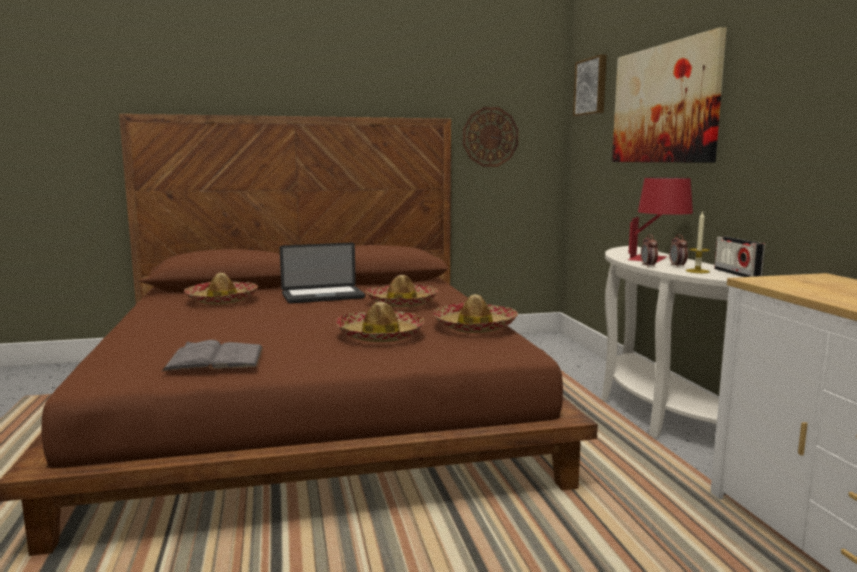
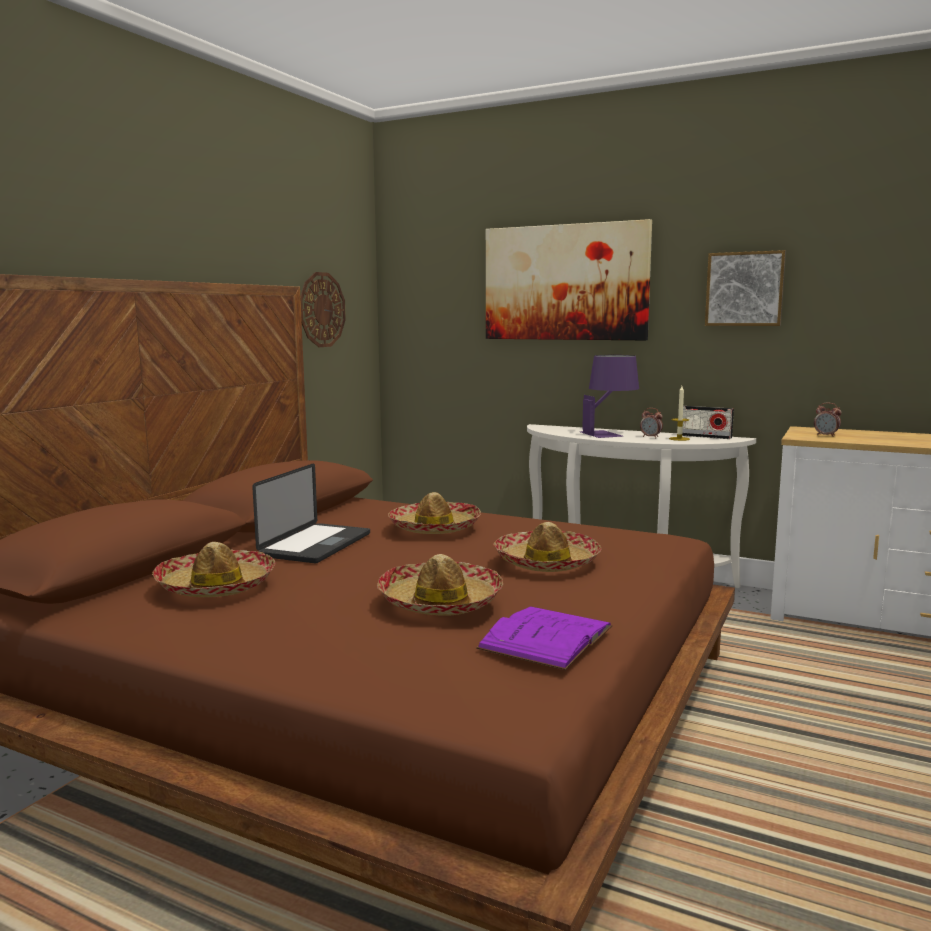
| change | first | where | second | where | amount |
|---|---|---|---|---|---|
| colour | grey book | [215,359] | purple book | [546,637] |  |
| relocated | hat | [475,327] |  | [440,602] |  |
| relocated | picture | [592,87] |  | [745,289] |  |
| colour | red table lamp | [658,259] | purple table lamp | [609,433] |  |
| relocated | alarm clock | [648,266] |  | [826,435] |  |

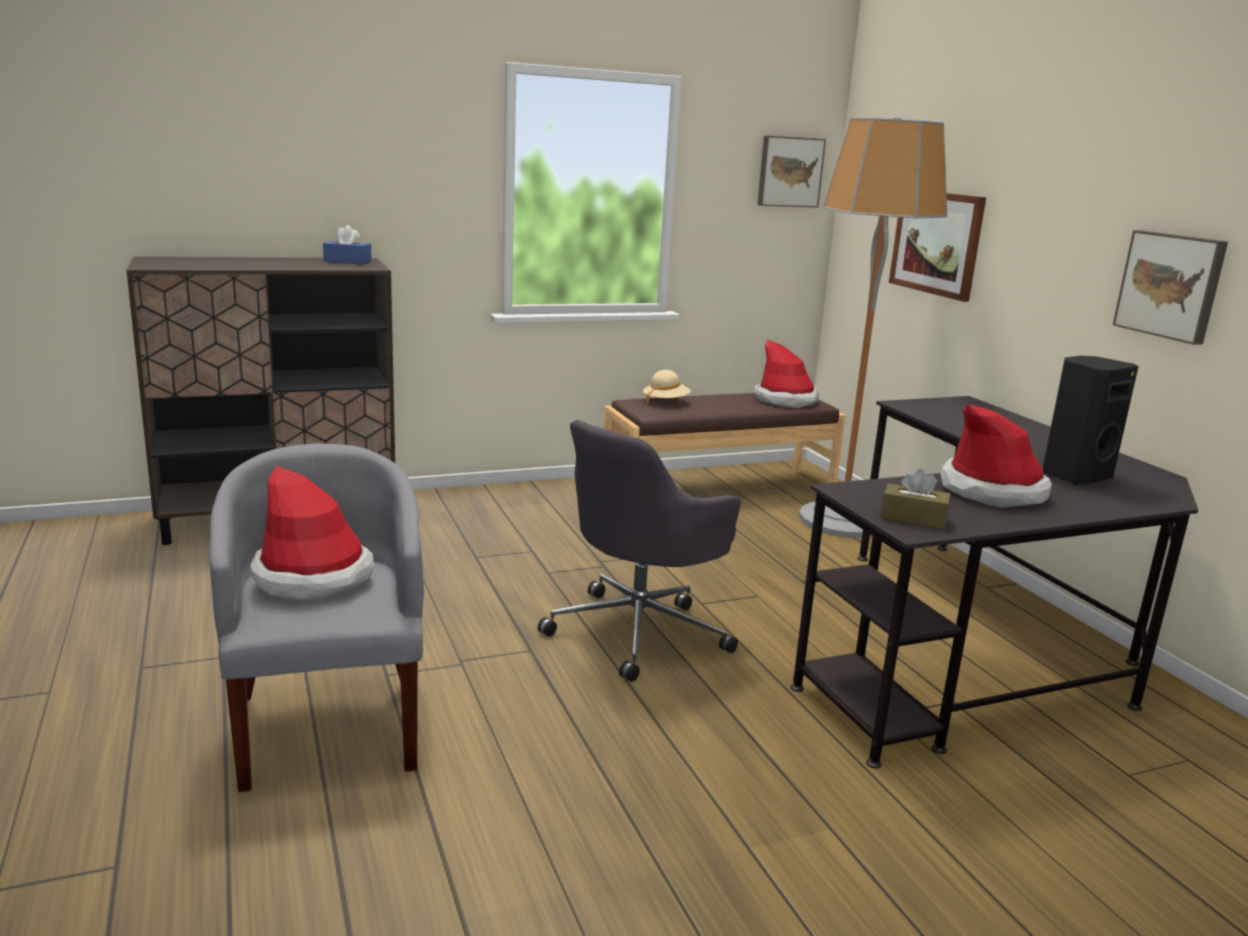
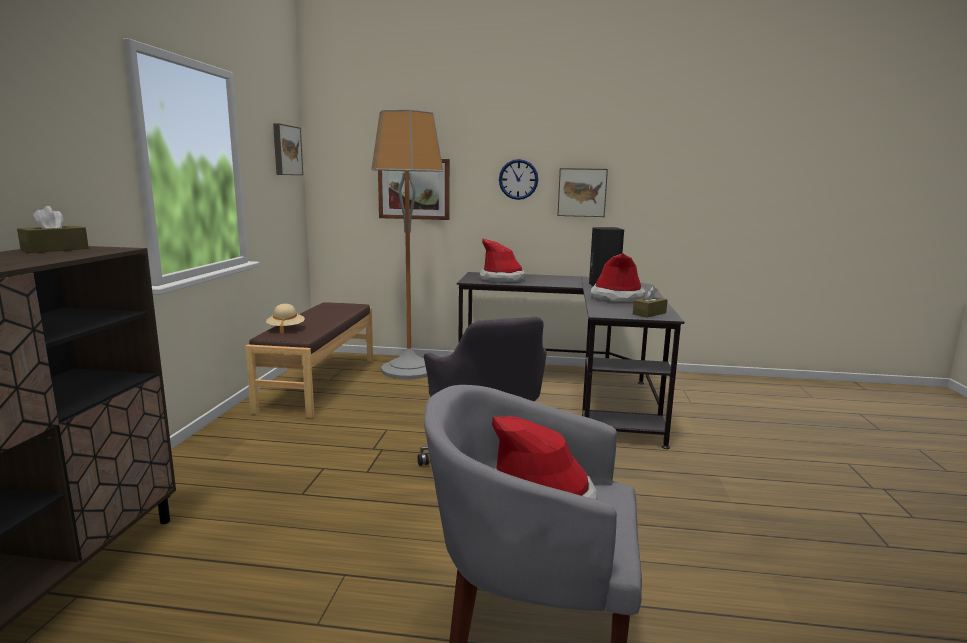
| change | first | where | second | where | amount |
|---|---|---|---|---|---|
| colour | blue tissue box | [347,261] | brown tissue box | [55,249] |  |
| relocated | hat | [785,400] |  | [502,279] |  |
| appeared |  |  | wall clock | [518,179] |  |

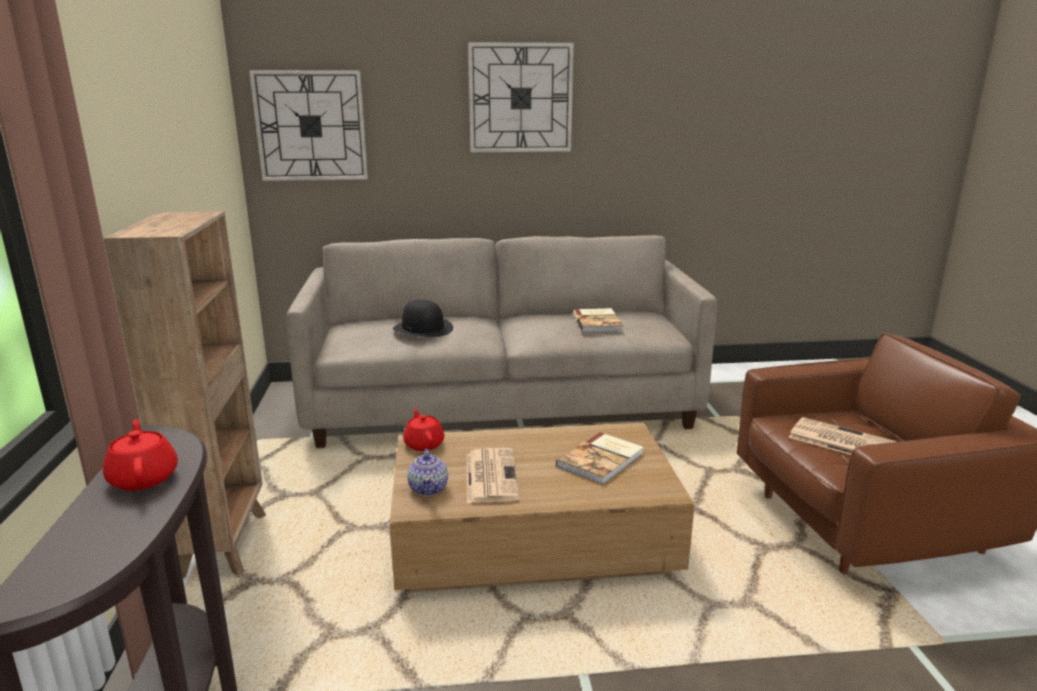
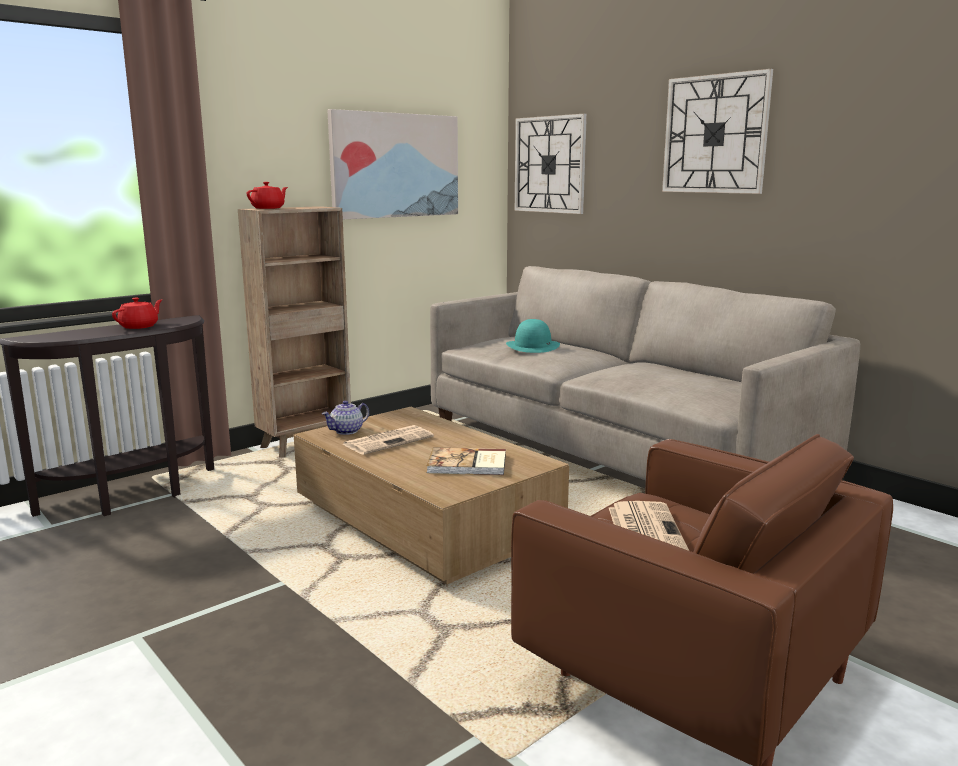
| change | first | where | second | where | amount |
|---|---|---|---|---|---|
| colour | black hat | [423,328] | turquoise hat | [533,346] |  |
| relocated | red teapot | [424,444] |  | [268,208] |  |
| missing | book | [598,322] |  |  |  |
| appeared |  |  | picture | [395,165] |  |

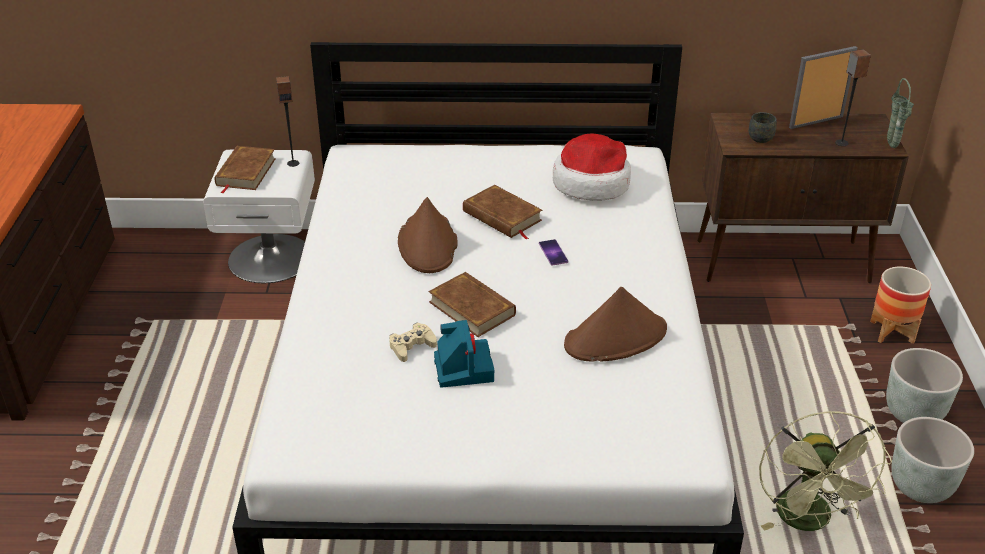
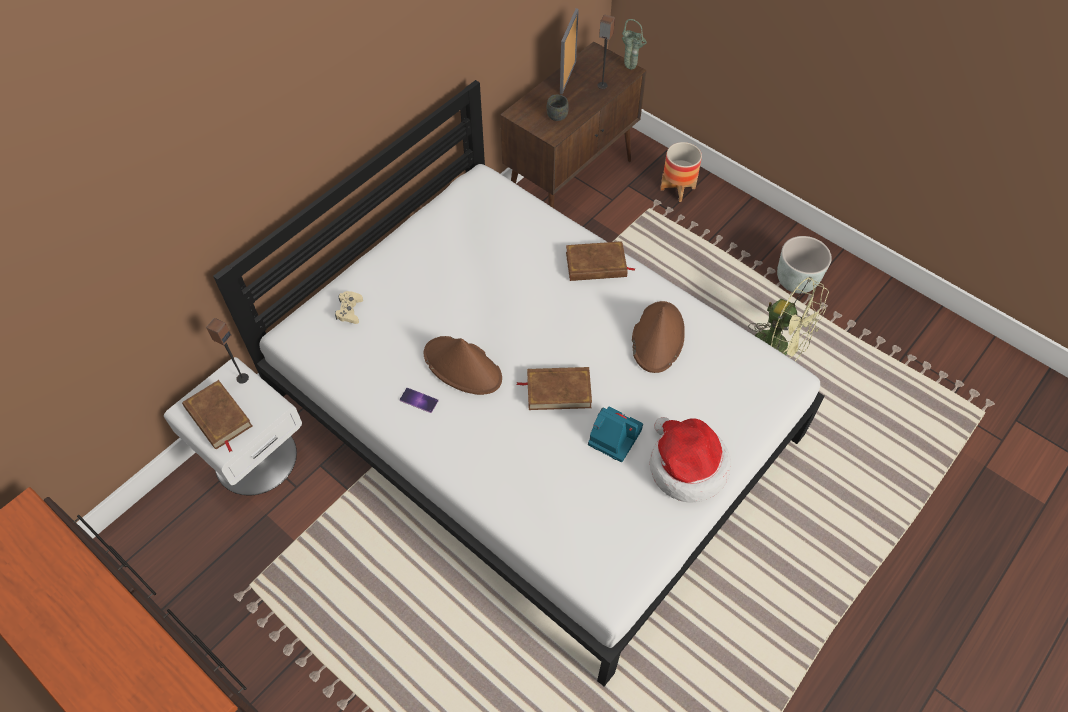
| change | first | where | second | where | amount |
|---|---|---|---|---|---|
| relocated | beige game controller | [412,346] |  | [349,310] |  |
| relocated | brown book | [502,216] |  | [596,265] |  |
| relocated | phone | [553,252] |  | [419,400] |  |
| relocated | hat | [591,183] |  | [685,466] |  |
| missing | grey planter | [913,414] |  |  |  |

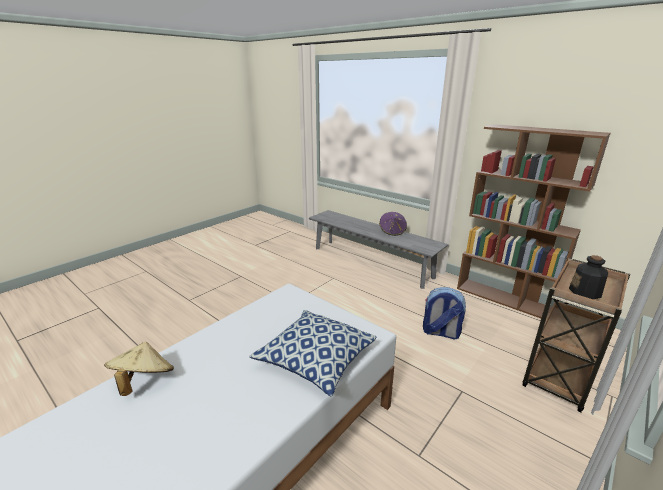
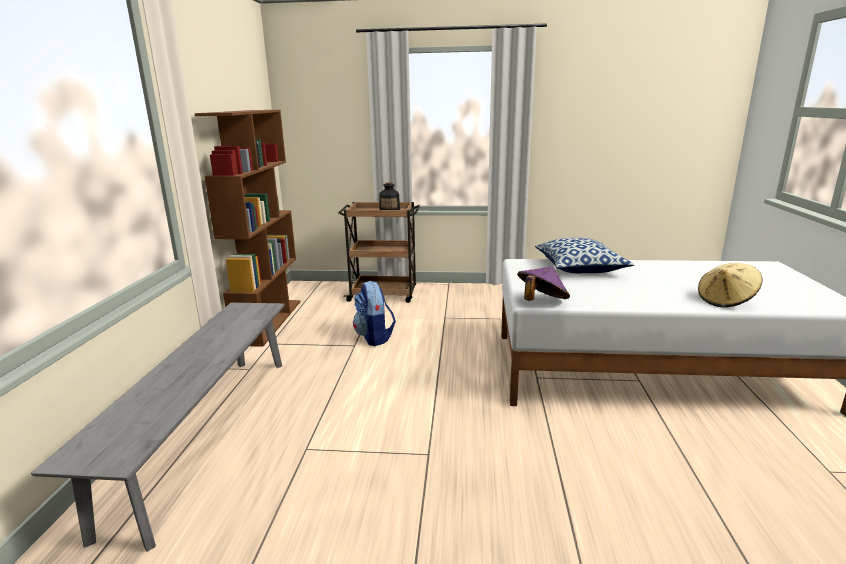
| change | first | where | second | where | amount |
|---|---|---|---|---|---|
| relocated | purple hat | [392,231] |  | [541,302] |  |

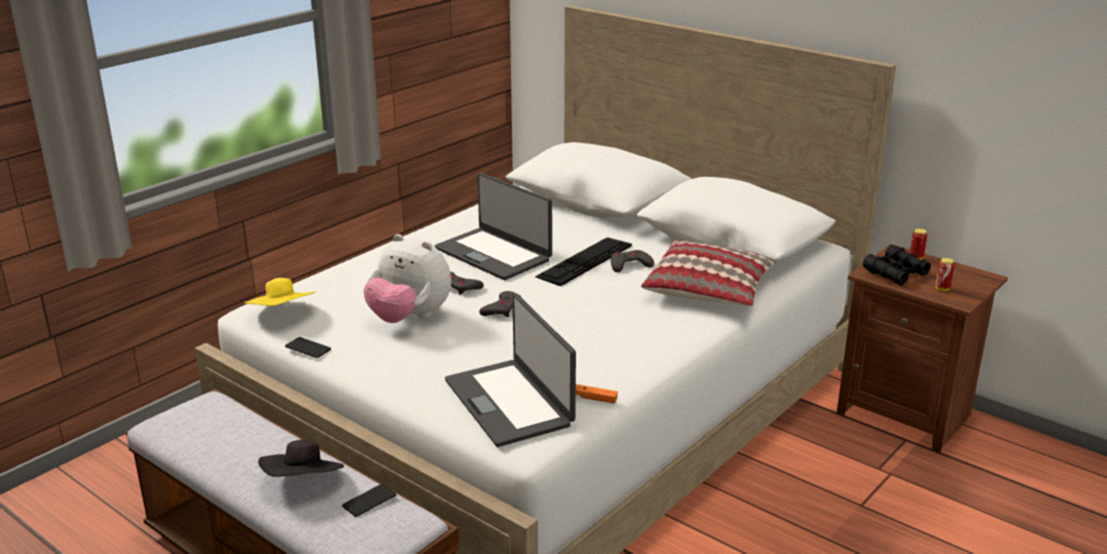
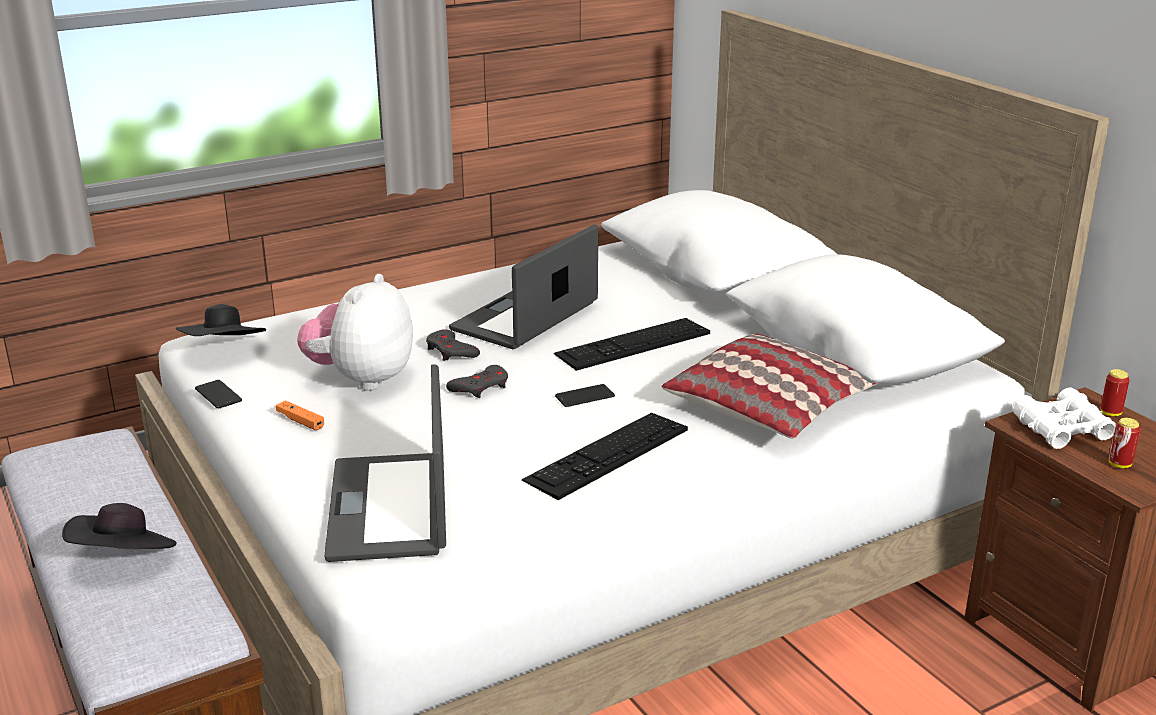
| change | first | where | second | where | amount |
|---|---|---|---|---|---|
| colour | yellow hat | [283,315] | black hat | [225,351] |  |
| relocated | phone | [369,501] |  | [585,396] |  |
| spun | plush toy | [409,318] |  | [361,379] | 60 degrees clockwise |
| spun | laptop | [494,254] |  | [527,317] | 60 degrees clockwise |
| relocated | orange game controller | [593,398] |  | [300,421] |  |
| missing | grey game controller | [629,265] |  |  |  |
| colour | black binoculars | [895,273] | white binoculars | [1062,429] |  |
| appeared |  |  | keyboard | [607,454] |  |

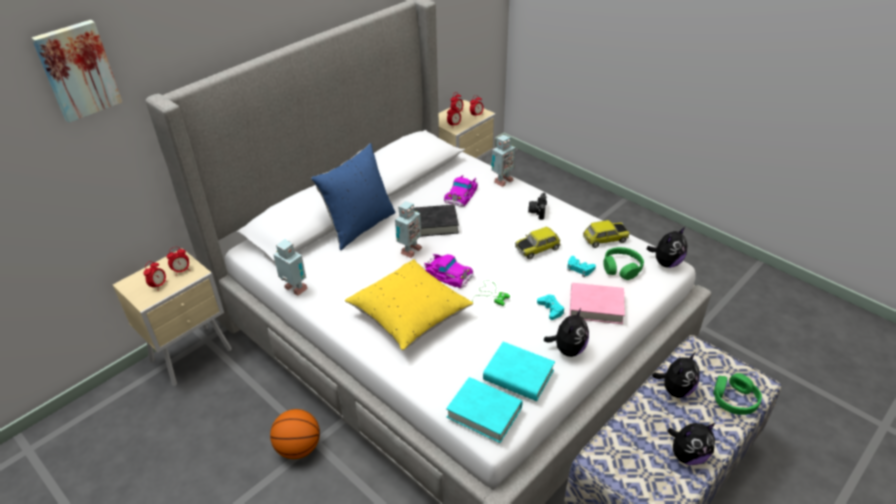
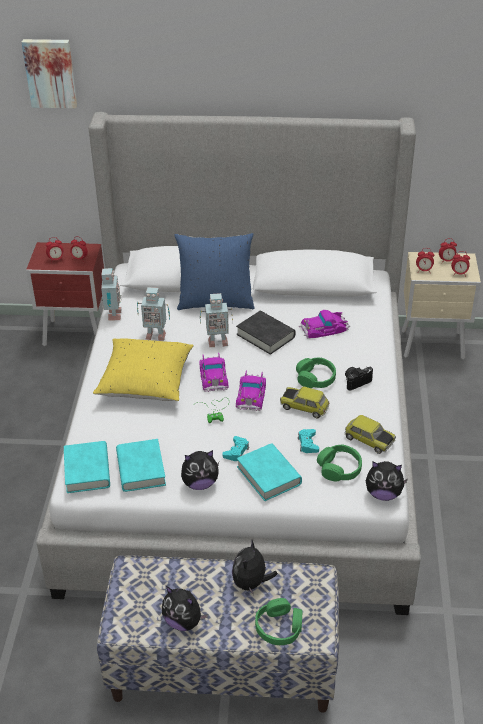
| change | first | where | second | where | amount |
|---|---|---|---|---|---|
| colour | beige nightstand | [193,355] | red nightstand | [77,335] |  |
| missing | basketball | [298,448] |  |  |  |
| relocated | toy robot | [502,181] |  | [155,335] |  |
| colour | pink book | [596,306] | turquoise book | [269,475] |  |
| spun | plush toy | [675,389] |  | [251,583] | 105 degrees clockwise |
| appeared |  |  | toy car | [251,394] |  |
| appeared |  |  | green headphones | [315,378] |  |

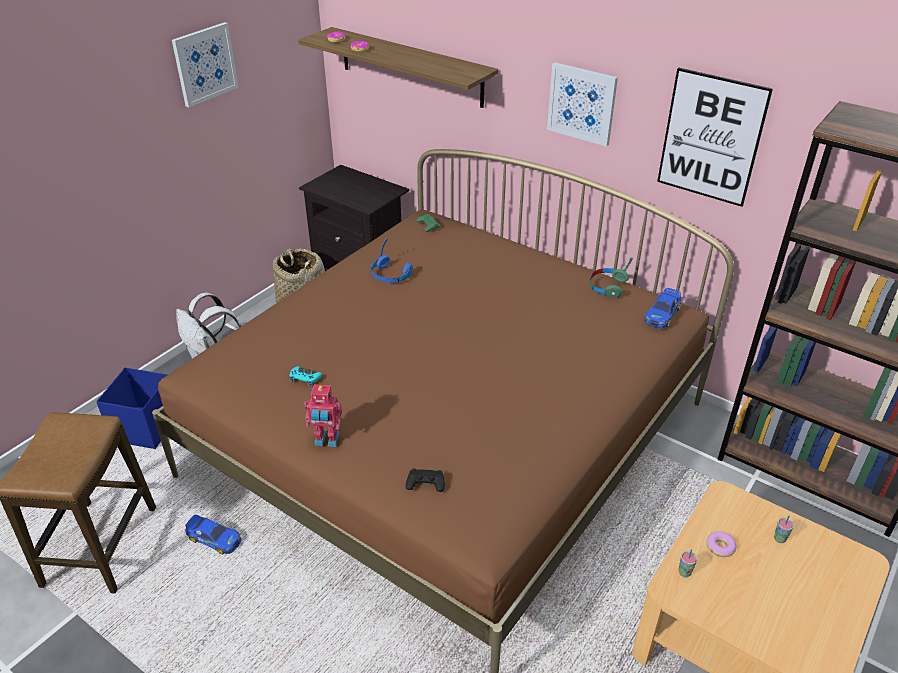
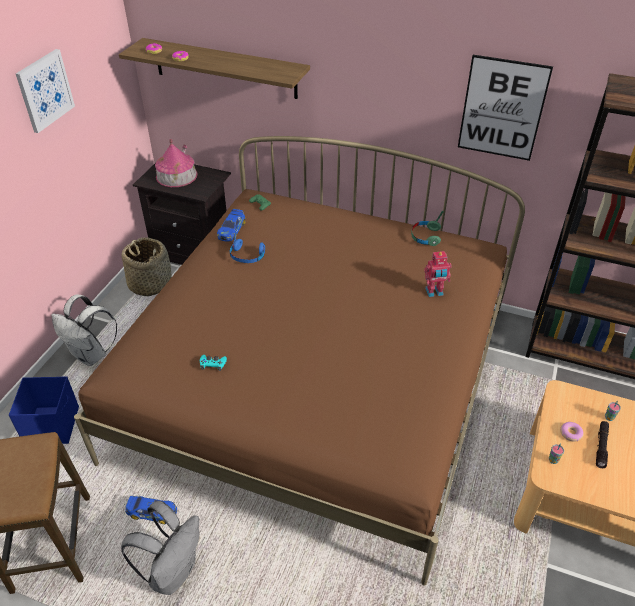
| change | first | where | second | where | amount |
|---|---|---|---|---|---|
| relocated | toy robot | [326,440] |  | [434,292] |  |
| missing | black game controller | [425,483] |  |  |  |
| missing | picture | [582,103] |  |  |  |
| relocated | toy car | [662,314] |  | [231,230] |  |
| appeared |  |  | grey backpack | [173,571] |  |
| appeared |  |  | toy house | [176,175] |  |
| appeared |  |  | black flashlight | [601,446] |  |

